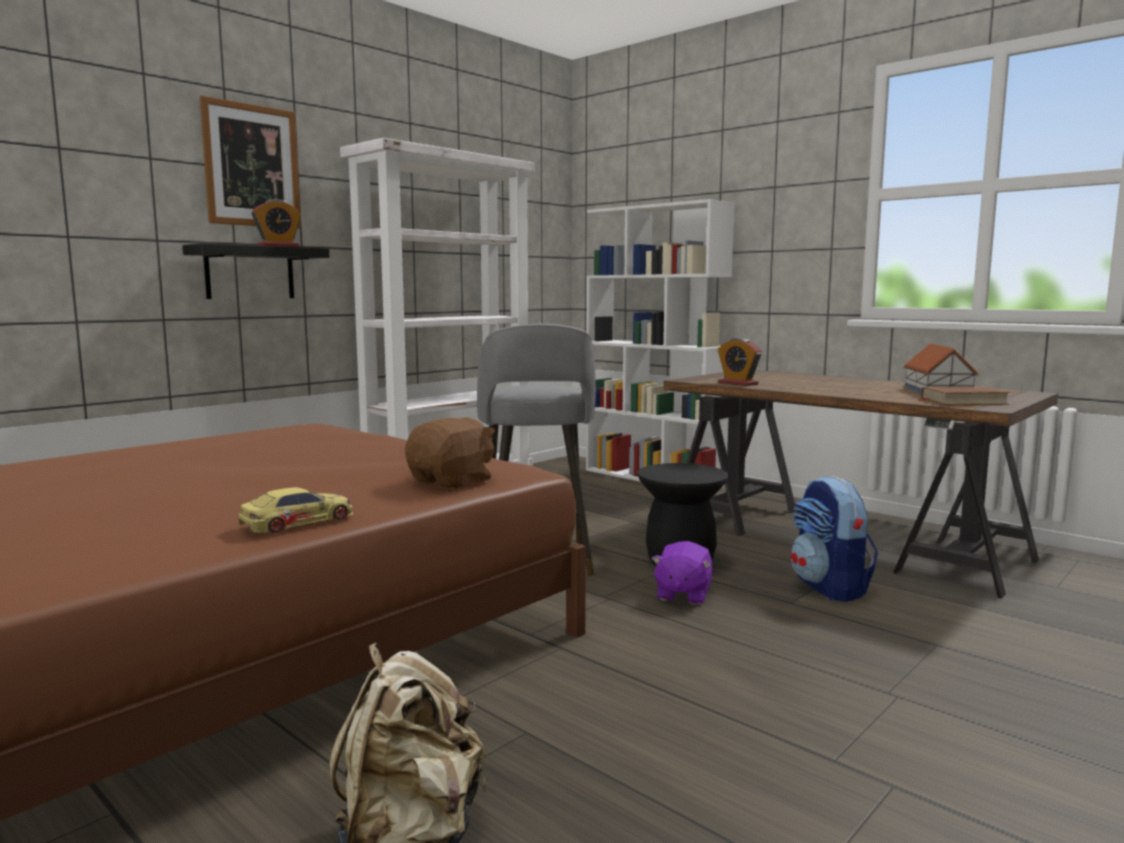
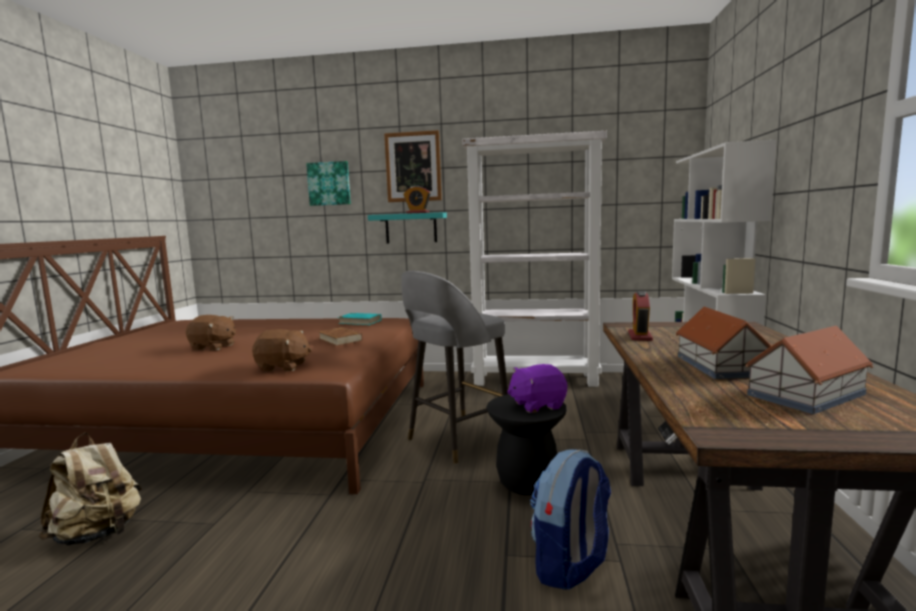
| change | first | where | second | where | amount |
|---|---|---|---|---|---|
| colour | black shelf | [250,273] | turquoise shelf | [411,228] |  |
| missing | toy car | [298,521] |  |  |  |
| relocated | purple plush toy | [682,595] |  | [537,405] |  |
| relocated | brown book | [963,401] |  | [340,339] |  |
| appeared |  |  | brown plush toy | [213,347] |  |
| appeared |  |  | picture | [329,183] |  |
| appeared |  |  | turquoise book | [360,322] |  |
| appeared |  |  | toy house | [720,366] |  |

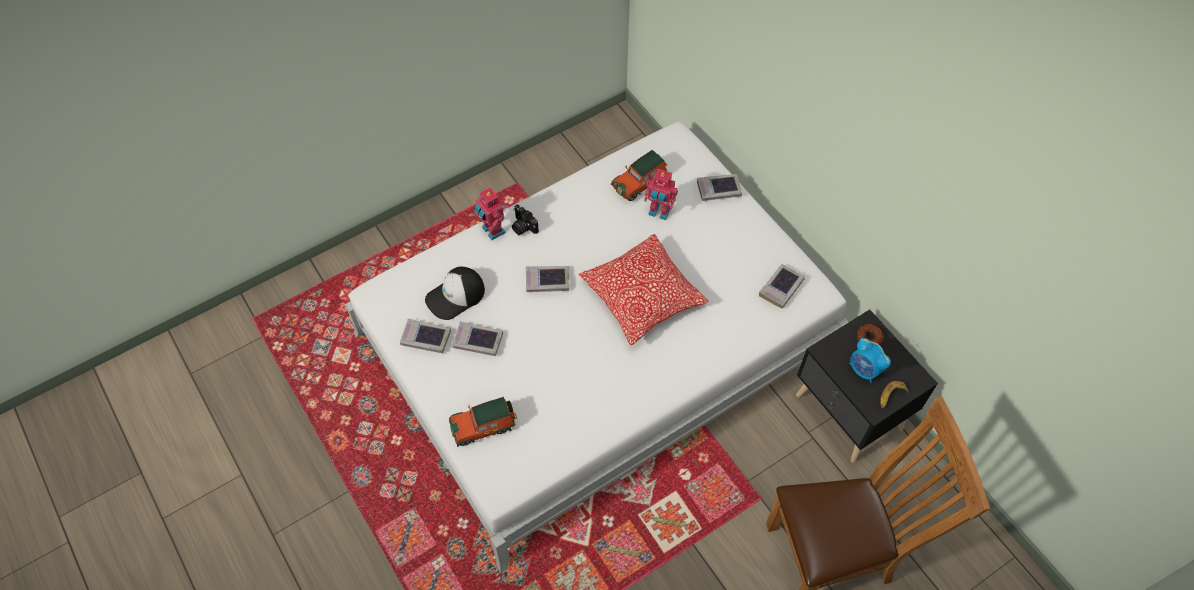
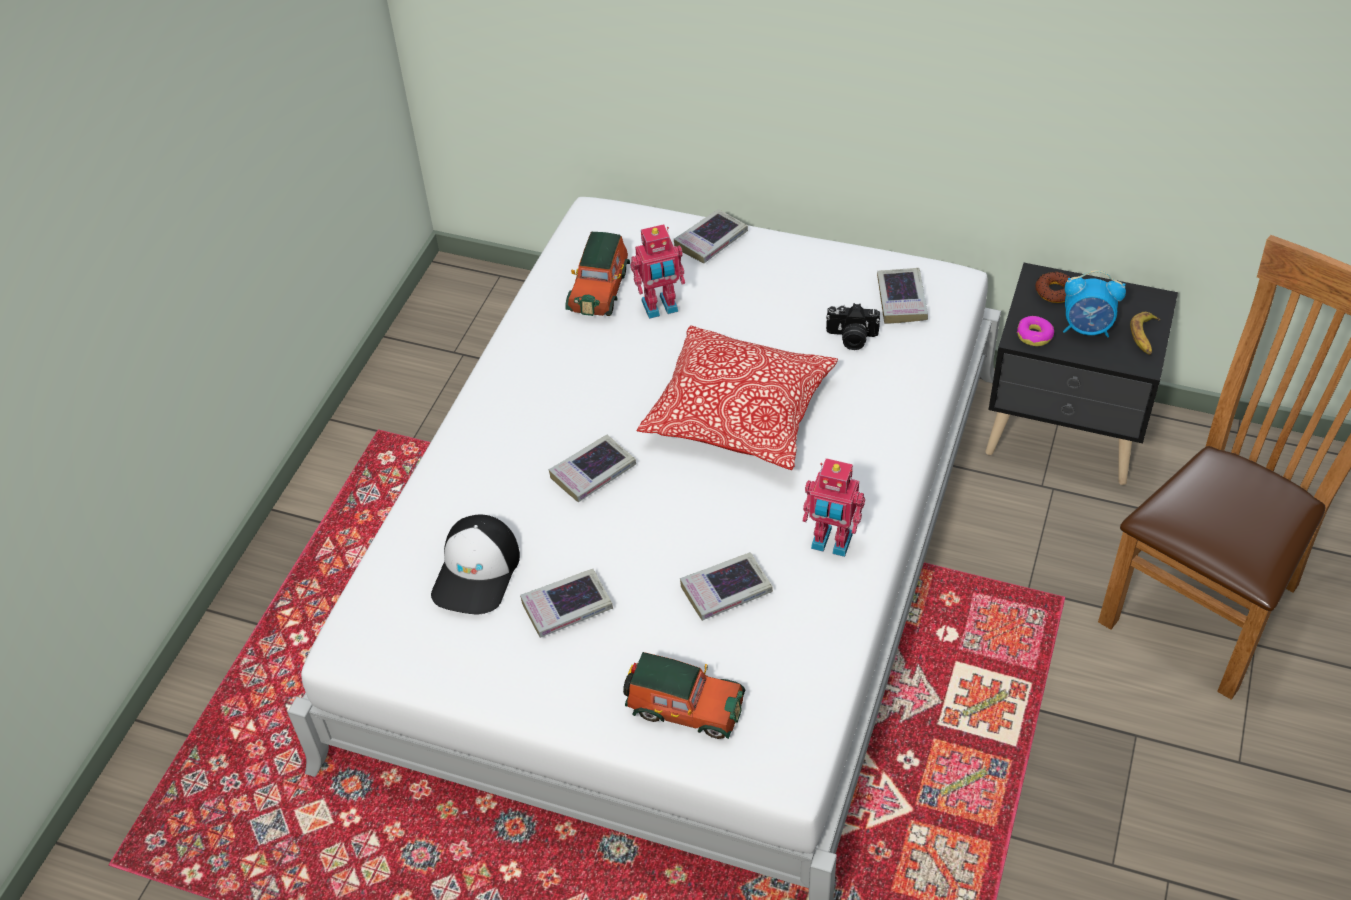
| change | first | where | second | where | amount |
|---|---|---|---|---|---|
| relocated | book | [426,338] |  | [726,591] |  |
| spun | toy car | [484,425] |  | [683,707] | 105 degrees counterclockwise |
| relocated | toy robot | [492,231] |  | [831,543] |  |
| relocated | photo camera | [523,227] |  | [851,338] |  |
| appeared |  |  | donut | [1034,335] |  |

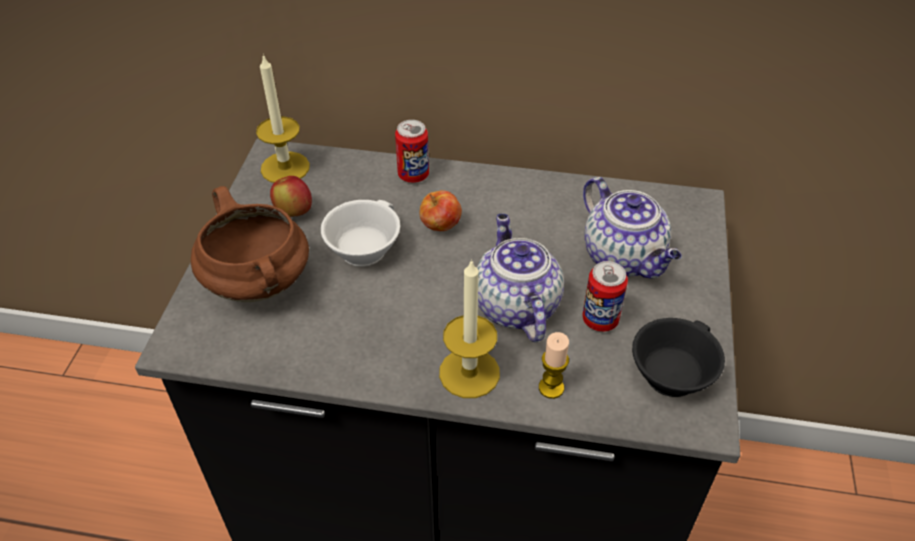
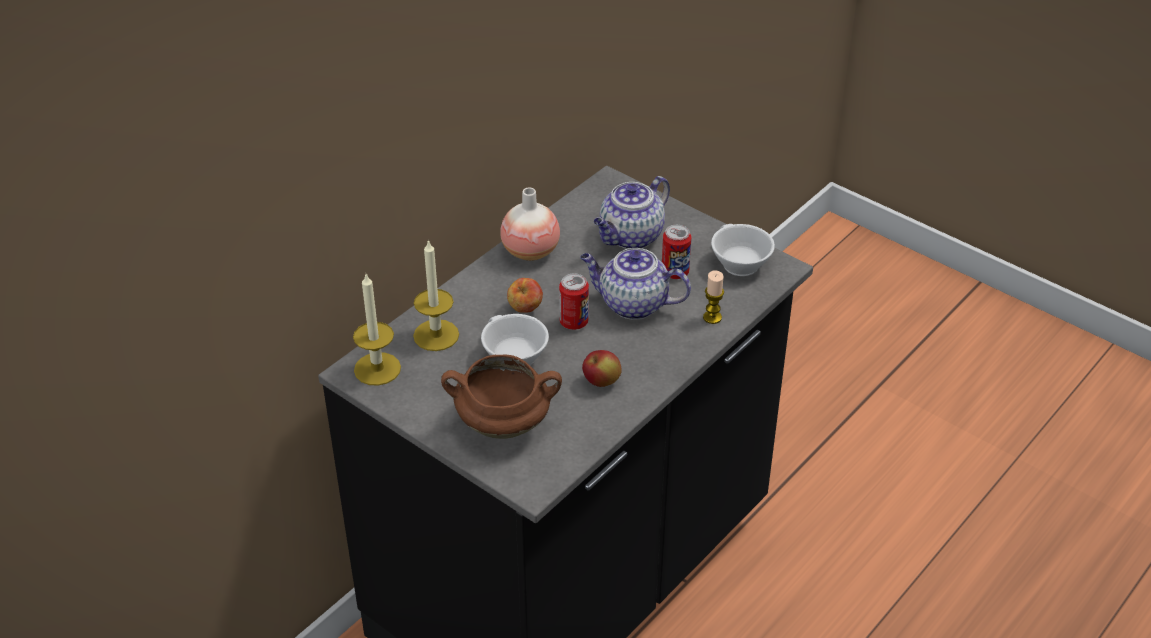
| change | first | where | second | where | amount |
|---|---|---|---|---|---|
| relocated | apple | [294,212] |  | [601,382] |  |
| relocated | can | [413,175] |  | [574,322] |  |
| relocated | candle | [469,373] |  | [436,335] |  |
| spun | teapot | [624,258] |  | [631,237] | 135 degrees clockwise |
| colour | black cup | [669,372] | white cup | [737,263] |  |
| appeared |  |  | vase | [530,251] |  |

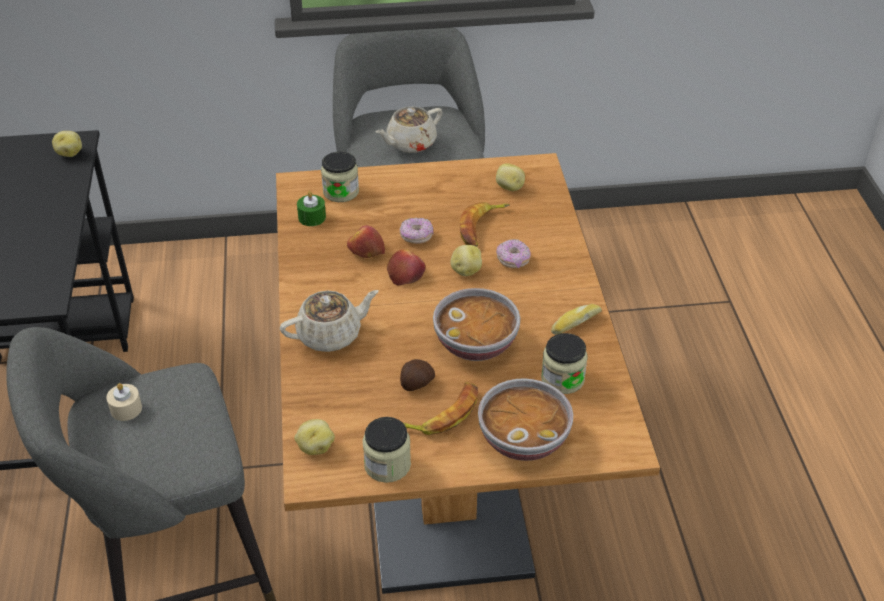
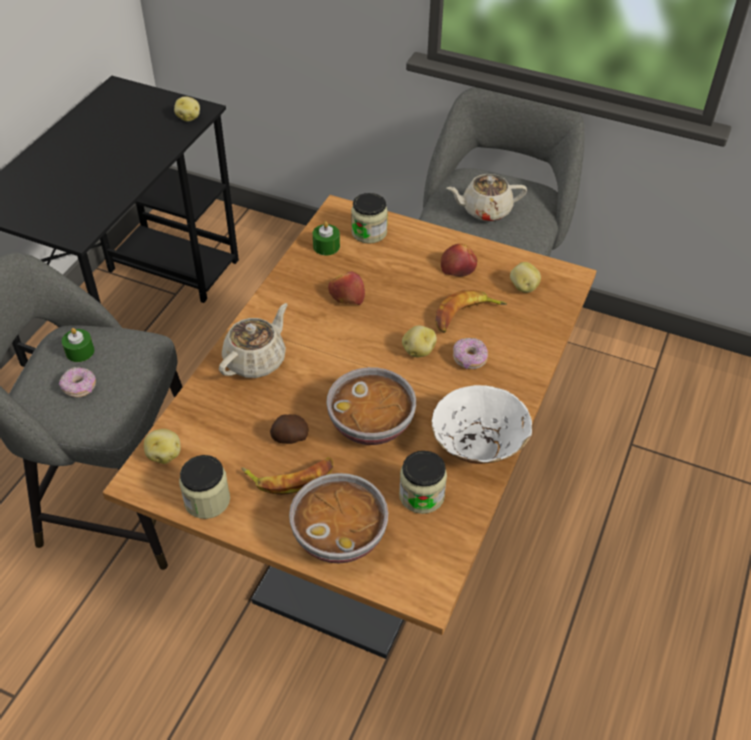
| change | first | where | second | where | amount |
|---|---|---|---|---|---|
| colour | beige candle | [126,409] | green candle | [80,351] |  |
| spun | beige teapot | [330,335] |  | [256,360] | 60 degrees counterclockwise |
| relocated | apple | [406,273] |  | [458,266] |  |
| relocated | donut | [416,237] |  | [79,387] |  |
| exchanged | bread | [575,323] | white bowl | [477,446] |  |

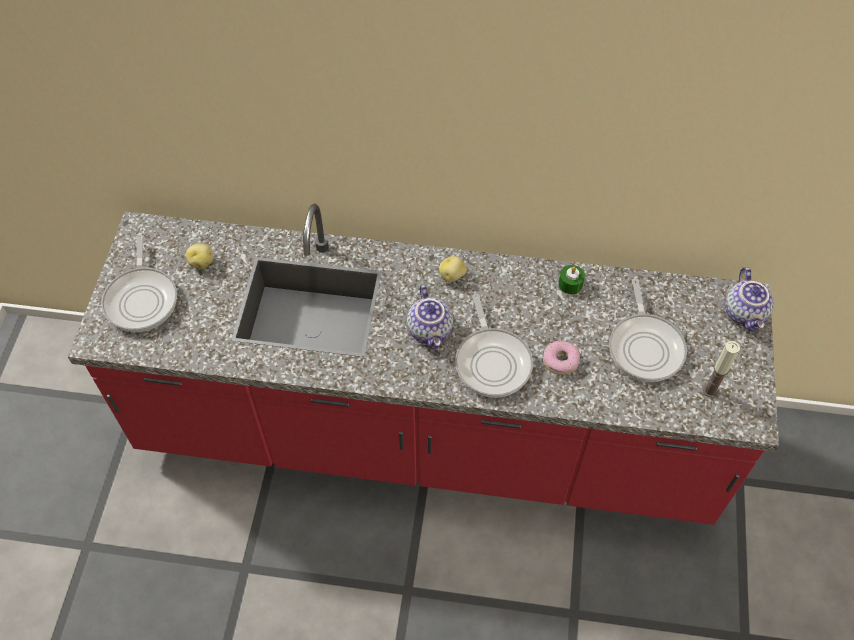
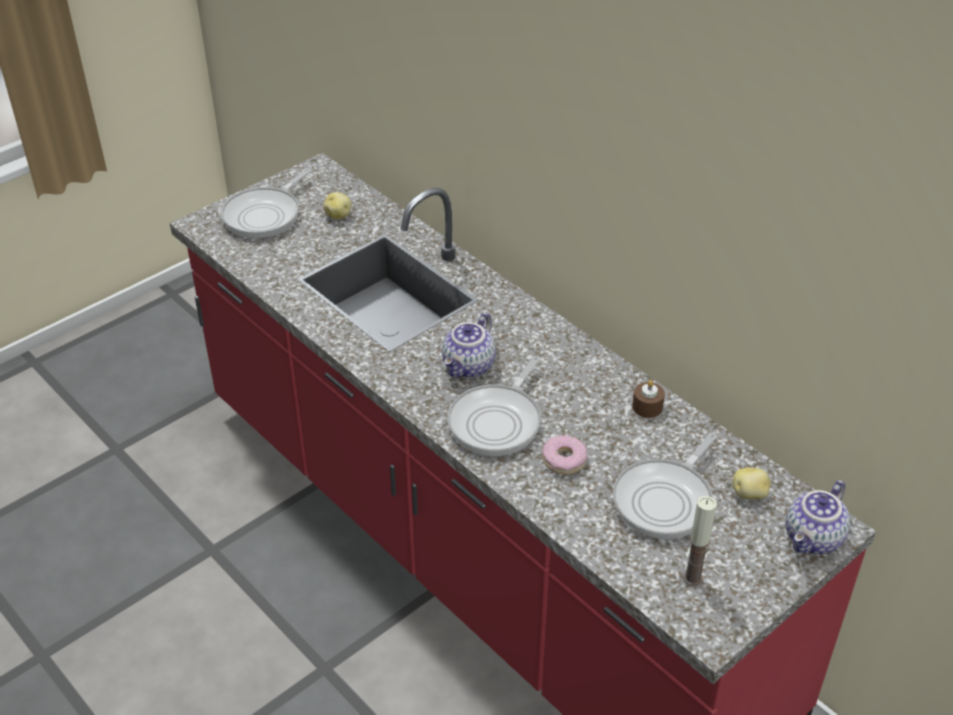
| change | first | where | second | where | amount |
|---|---|---|---|---|---|
| relocated | potato | [452,275] |  | [750,494] |  |
| colour | green candle | [570,284] | brown candle | [647,407] |  |

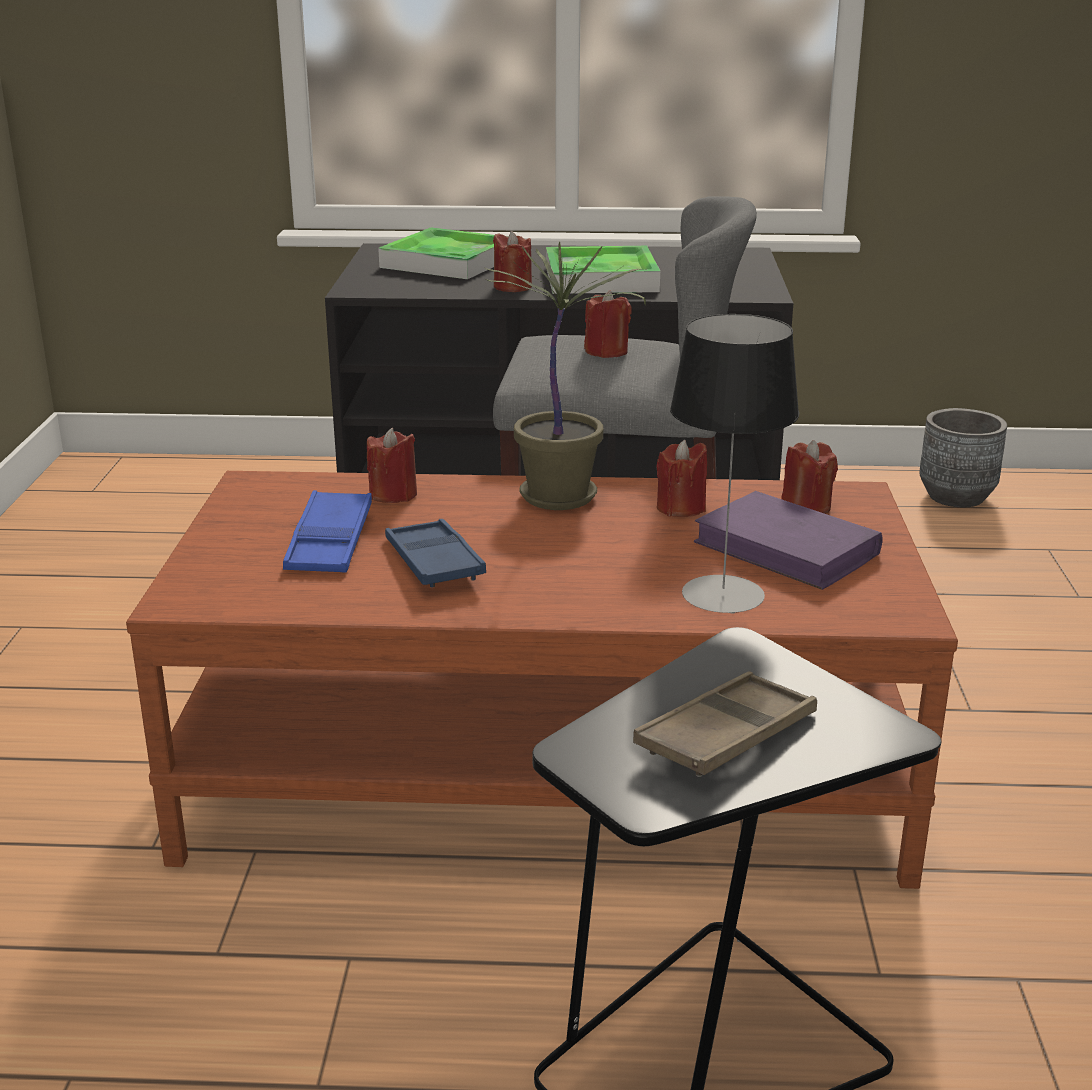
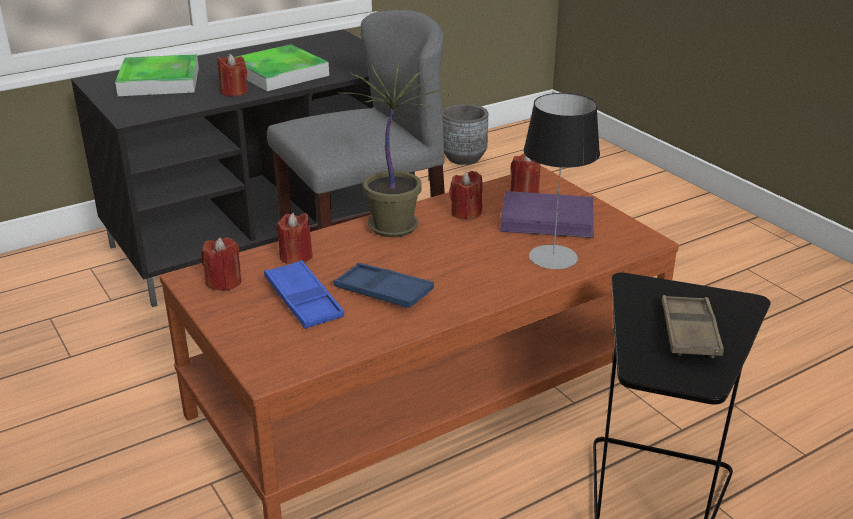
| change | first | where | second | where | amount |
|---|---|---|---|---|---|
| relocated | red candle | [606,352] |  | [224,282] |  |

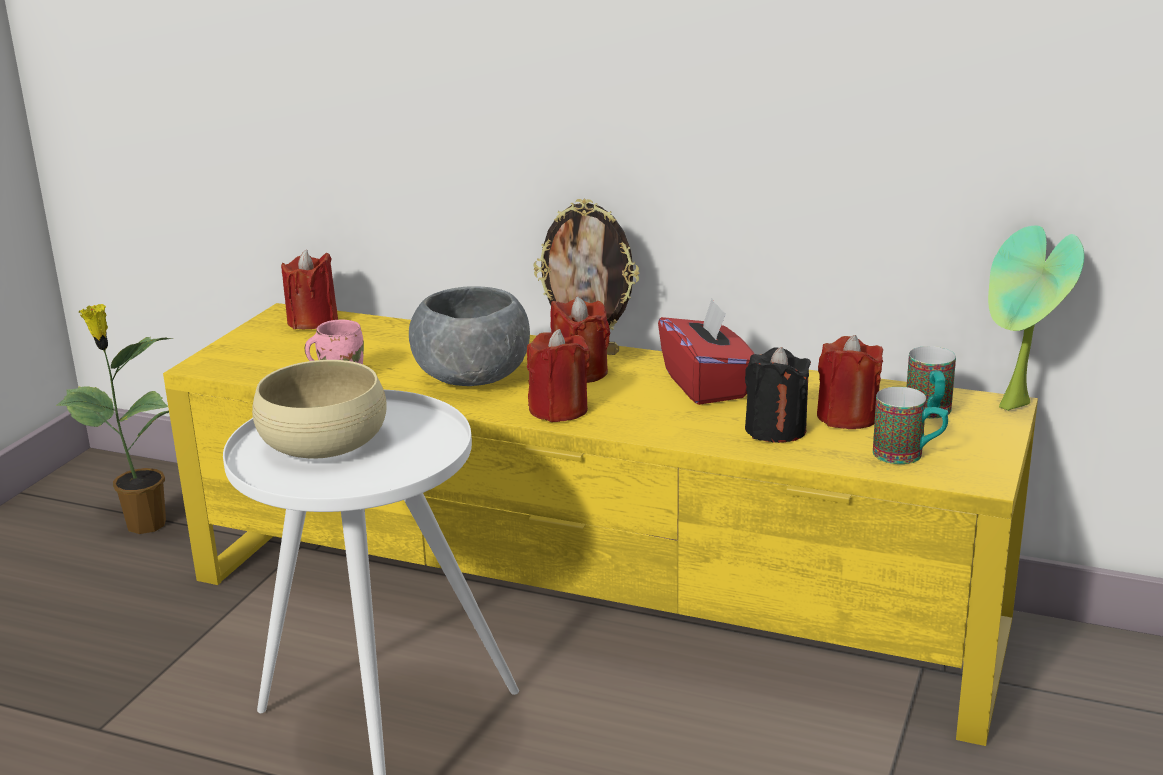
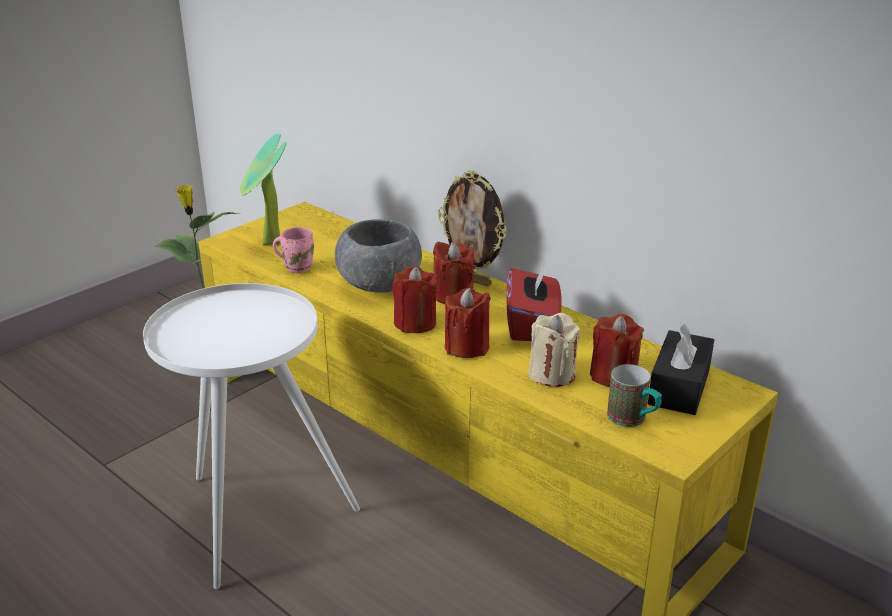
| change | first | where | second | where | amount |
|---|---|---|---|---|---|
| missing | beige bowl | [324,442] |  |  |  |
| relocated | red candle | [312,321] |  | [467,347] |  |
| colour | black candle | [775,430] | beige candle | [552,374] |  |
| exchanged | mug | [930,414] | black tissue box | [679,387] |  |
| relocated | potted plant | [1016,408] |  | [269,245] |  |

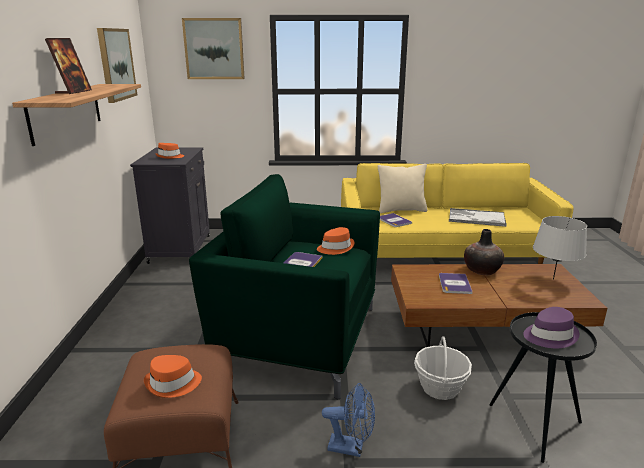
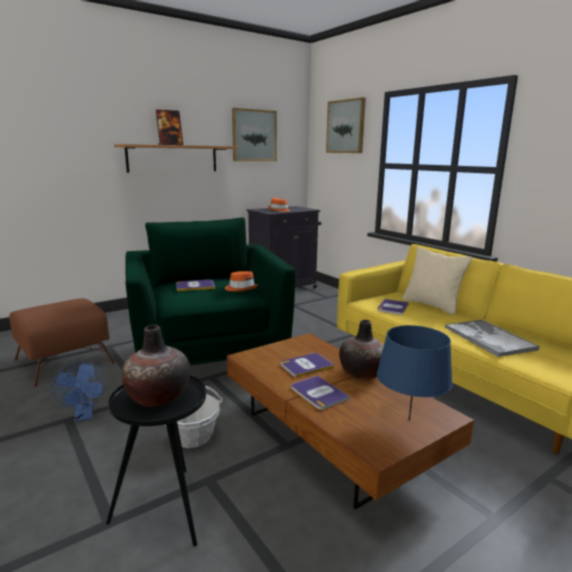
| change | first | where | second | where | amount |
|---|---|---|---|---|---|
| missing | orange hat | [173,384] |  |  |  |
| exchanged | purple hat | [549,335] | vase | [158,396] |  |
| colour | grey table lamp | [553,279] | blue table lamp | [409,419] |  |
| appeared |  |  | book | [318,393] |  |

